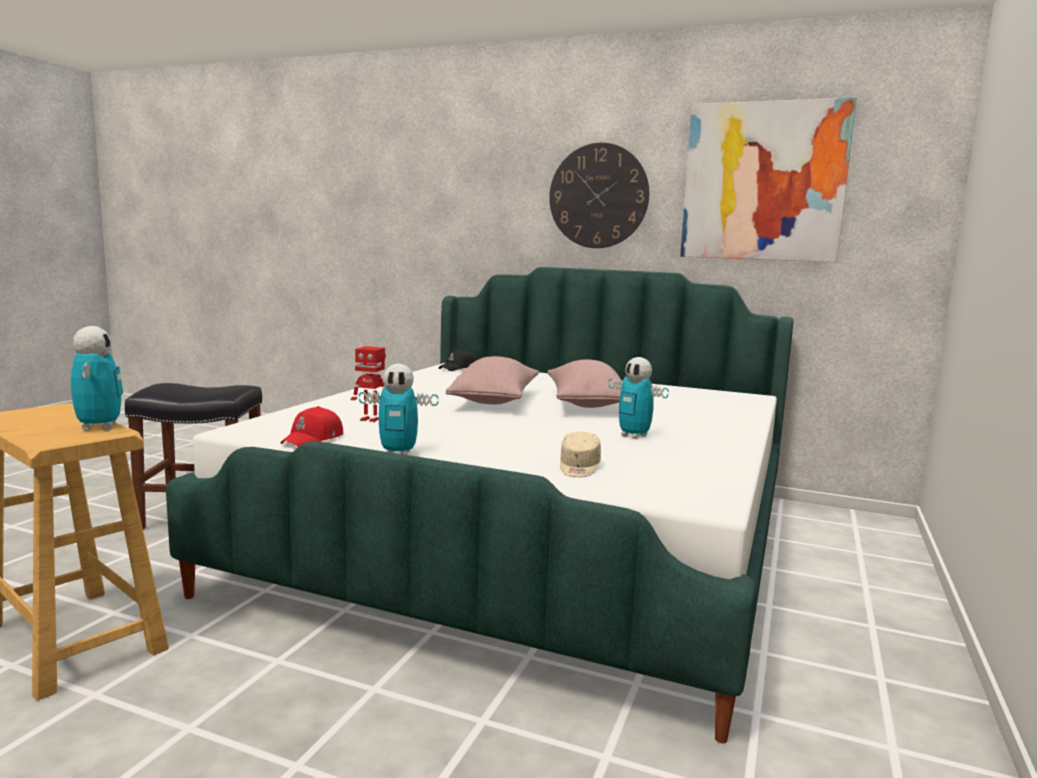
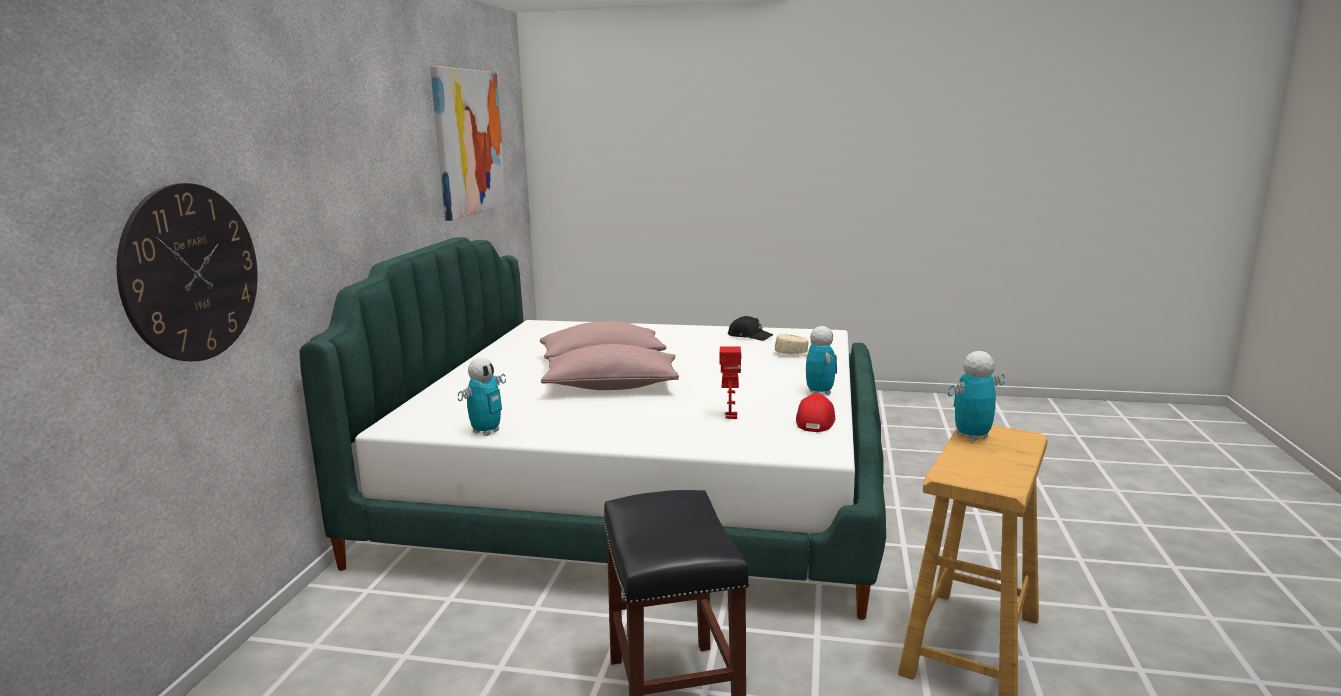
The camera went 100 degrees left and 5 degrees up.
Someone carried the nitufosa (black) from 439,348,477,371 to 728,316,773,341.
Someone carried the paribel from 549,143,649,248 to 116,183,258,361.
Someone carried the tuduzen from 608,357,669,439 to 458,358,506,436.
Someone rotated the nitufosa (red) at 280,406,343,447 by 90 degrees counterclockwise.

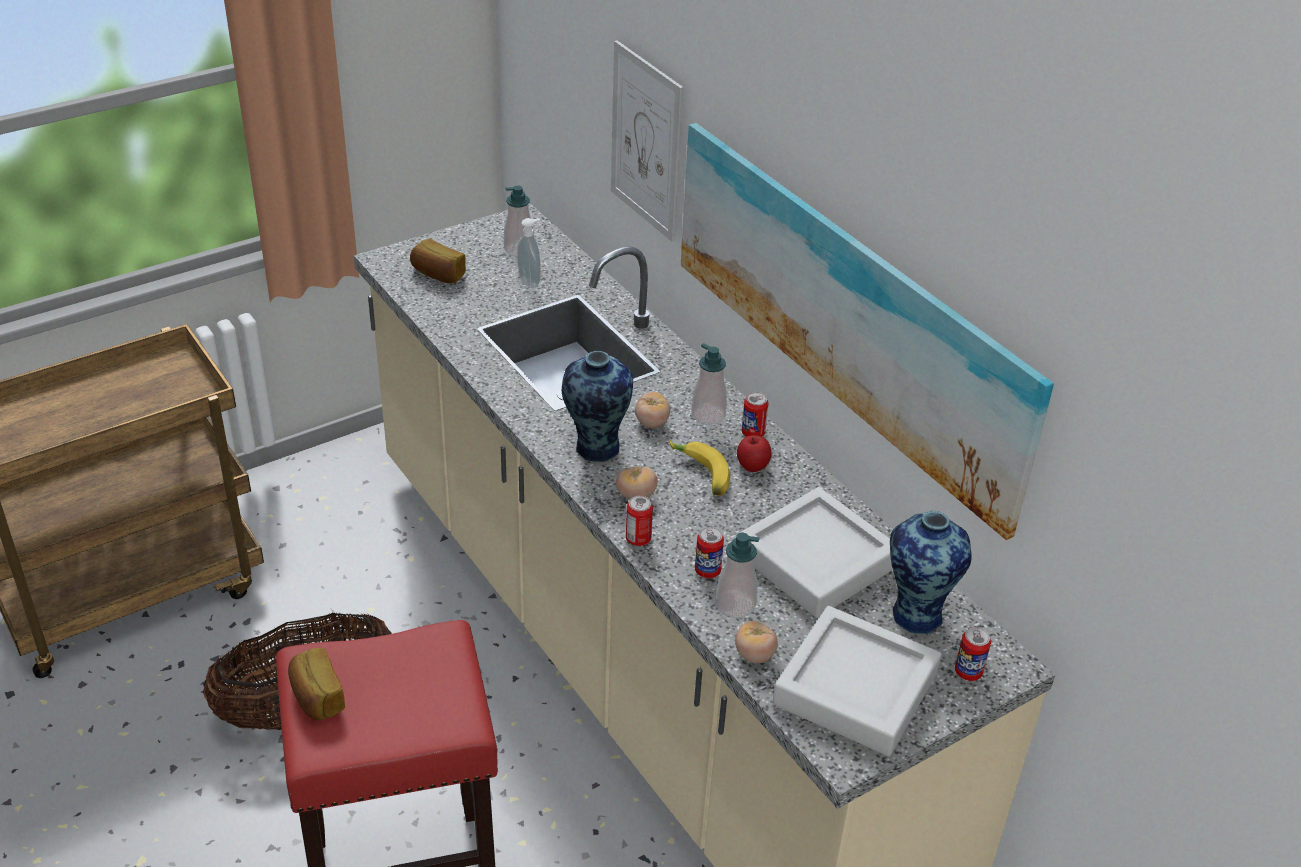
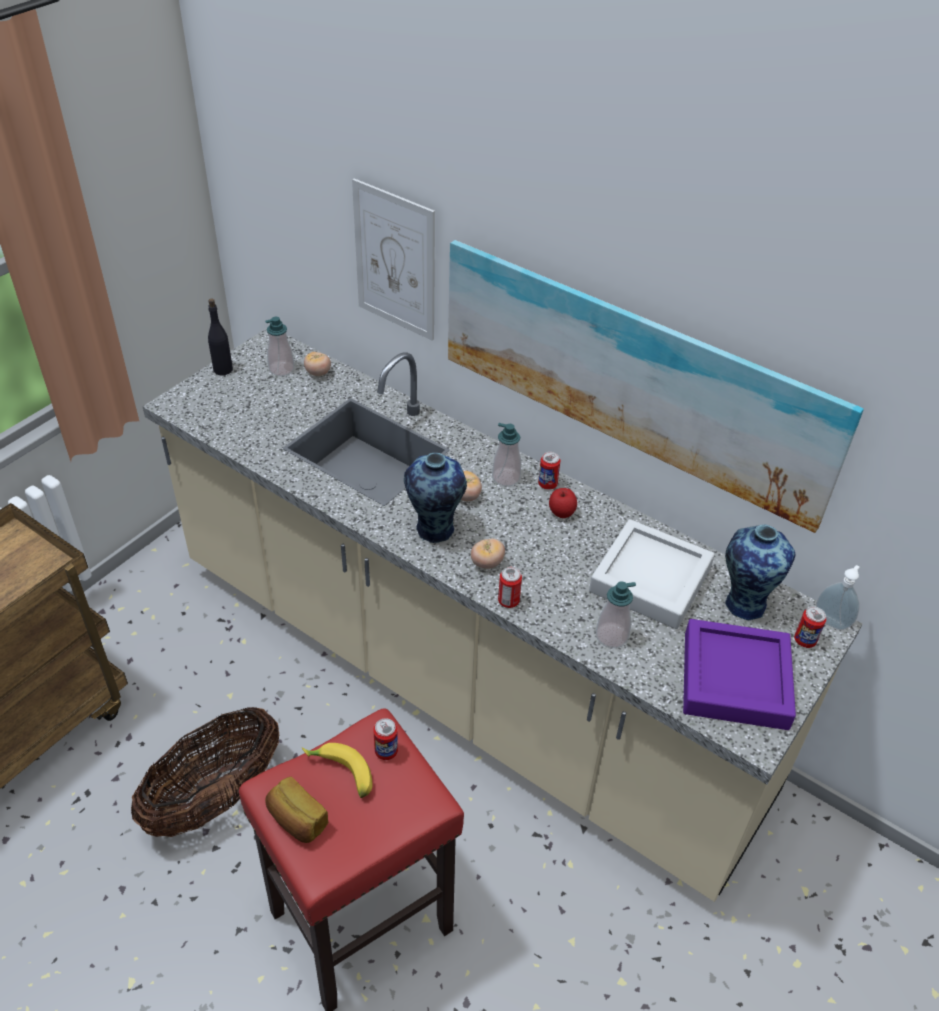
The camera went 20 degrees left and 5 degrees up.
Someone took away the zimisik at 410,239,466,284.
Someone put down the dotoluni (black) at 208,298,233,376.
Someone carried the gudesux from 517,218,541,288 to 816,565,860,630.
Someone carried the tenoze from 669,440,730,496 to 302,743,373,798.
Someone carried the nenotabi from 695,527,724,578 to 373,718,398,760.
Someone carried the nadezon from 735,621,778,663 to 304,352,331,376.
Someone repainted the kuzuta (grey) at 773,606,941,756, which became the kuzuta (purple) at 683,619,796,730.

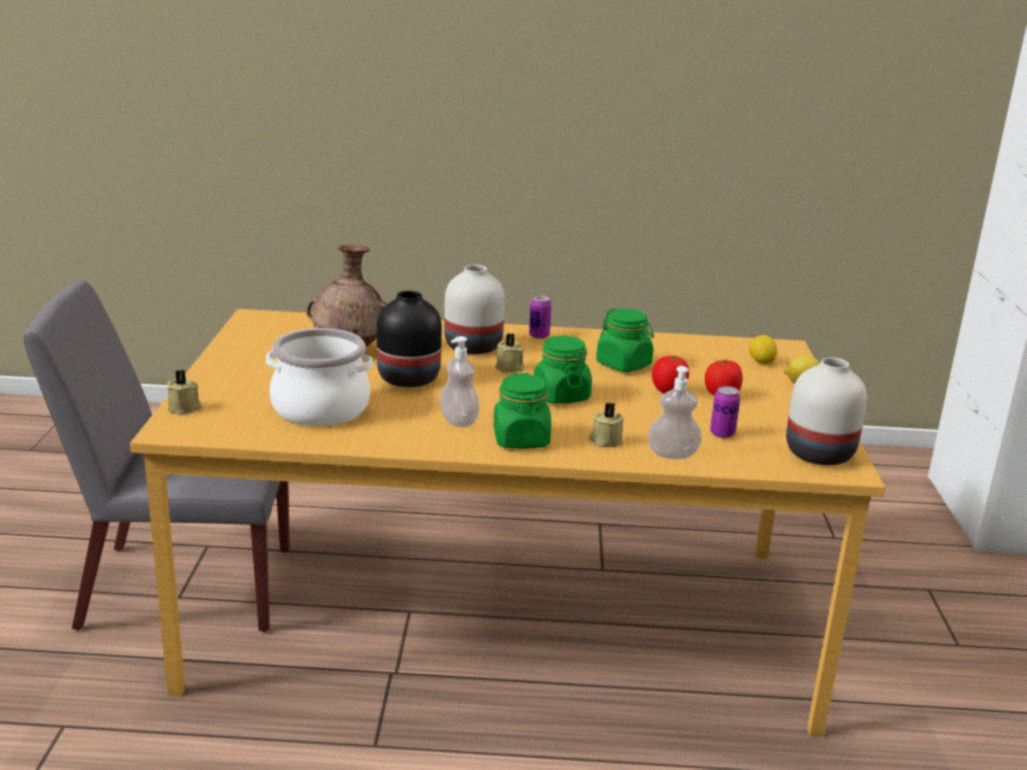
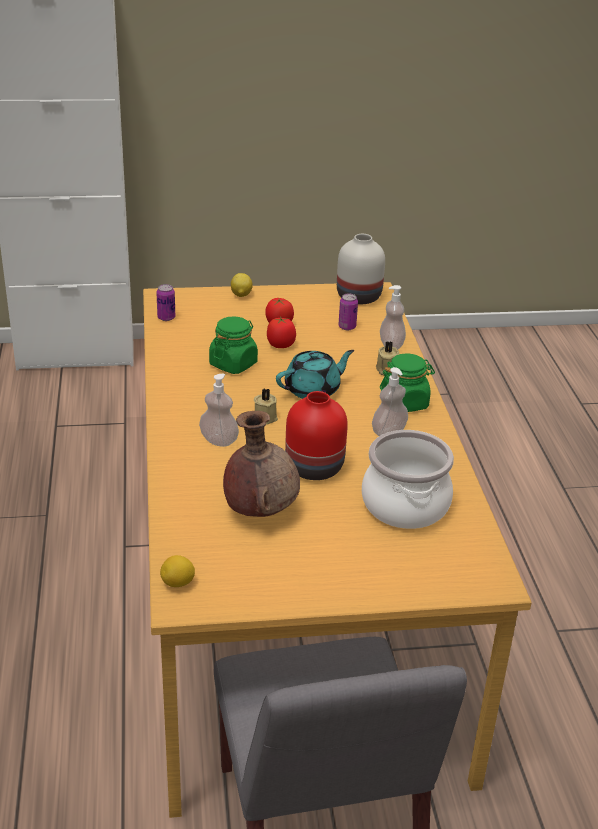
The camera went 100 degrees left and 10 degrees up.
Someone took away the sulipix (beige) at 167,370,202,415.
Someone carried the nenotabi from 529,296,552,339 to 156,284,175,321.
Someone carried the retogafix from 749,335,777,364 to 160,555,195,587.
Someone swapped the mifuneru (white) at 444,265,505,354 for the gudesux at 199,374,239,447.
Someone swapped the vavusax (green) at 534,336,592,404 for the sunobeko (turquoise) at 276,350,354,399.
Someone repainted the mifuneru (black) at 377,291,442,387, which became the mifuneru (red) at 285,391,348,480.

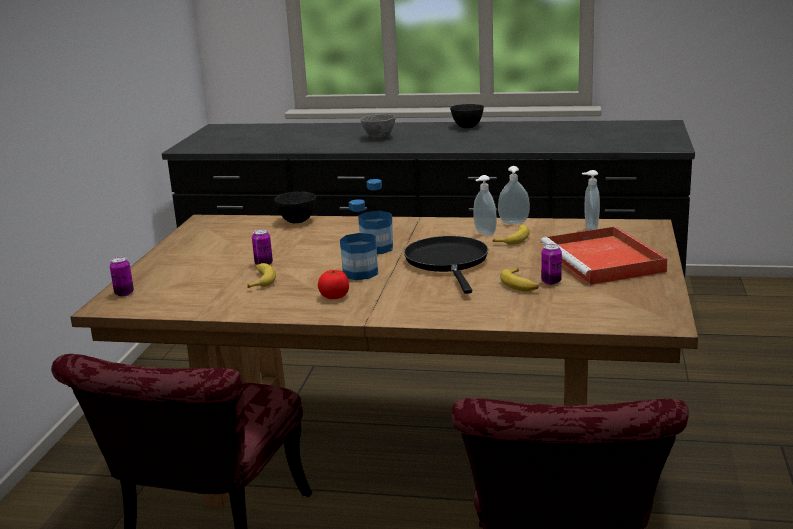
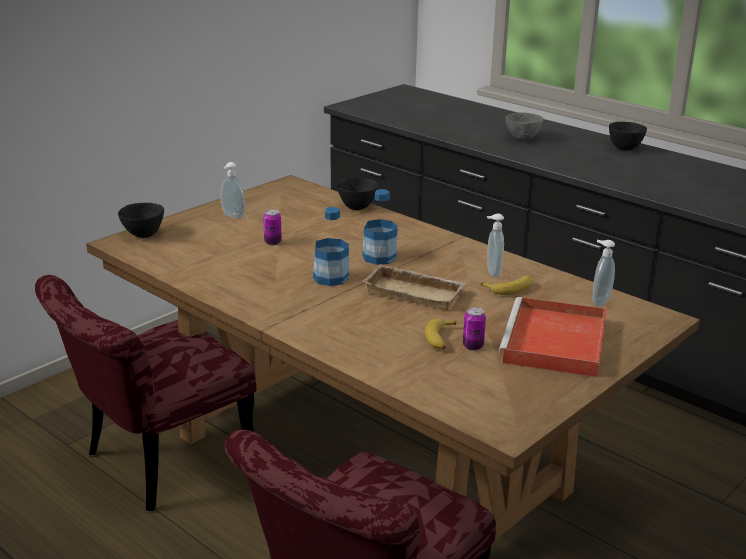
The camera went 30 degrees right and 5 degrees up.
Someone took away the tenoze at 247,263,276,288.
Someone took away the nadezon at 318,270,349,299.
Someone carried the gudesux from 498,166,530,224 to 221,162,245,219.
Someone swapped the nenotabi at 110,257,134,296 for the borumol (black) at 118,203,164,238.
Someone swapped the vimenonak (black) at 404,236,488,294 for the kuzuta (beige) at 363,264,466,310.

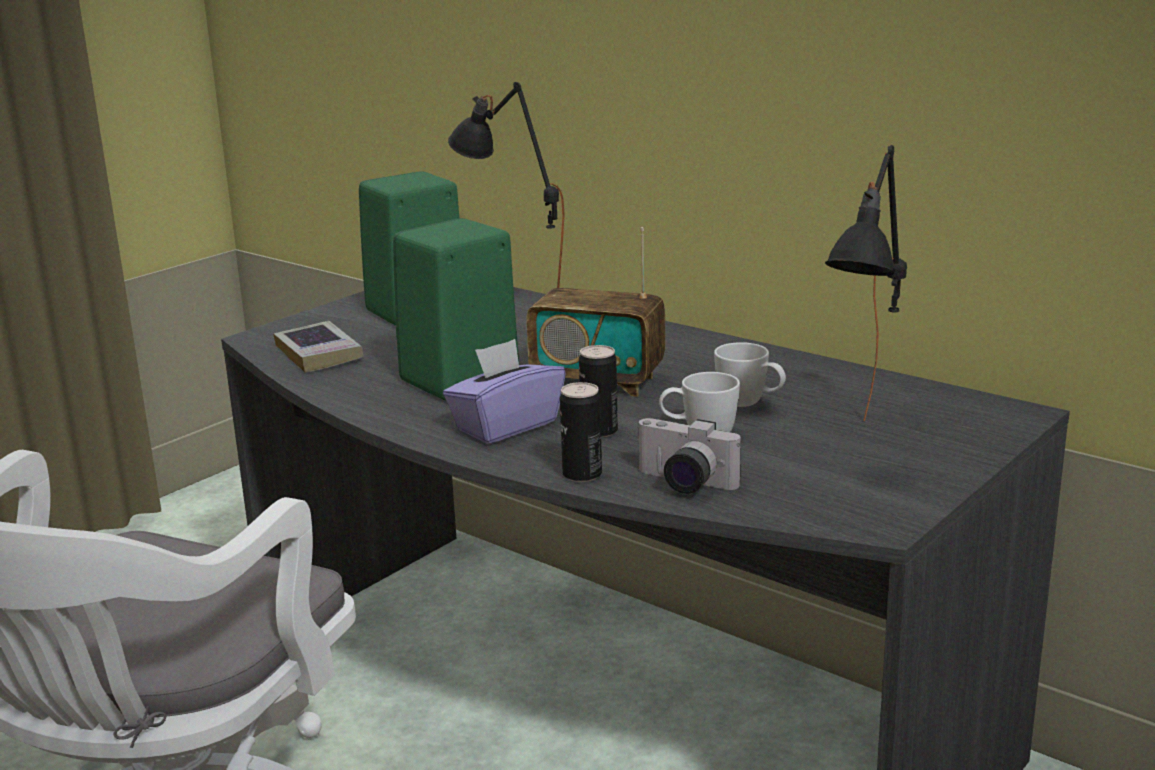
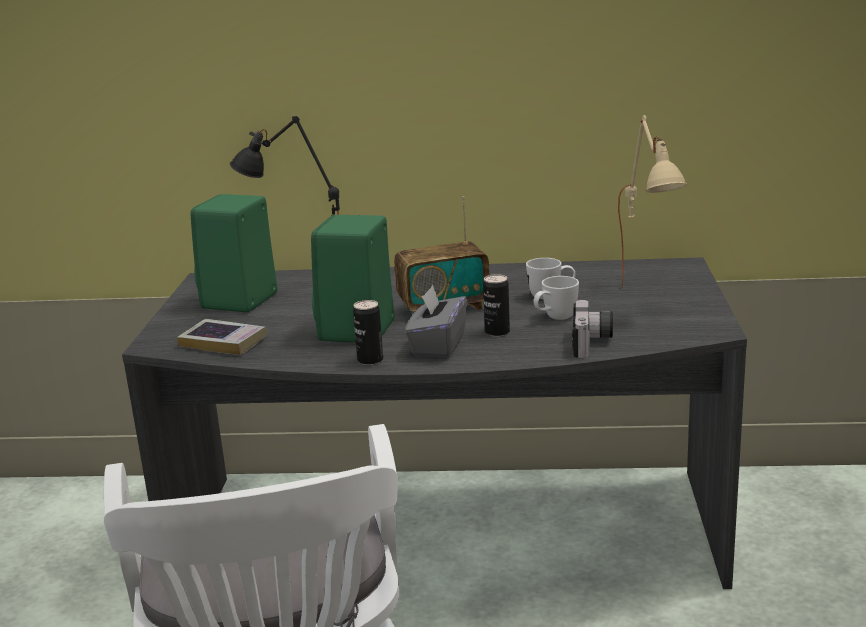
The camera went 35 degrees left and 0 degrees up.
Someone carried the nenotabi from 560,382,602,482 to 353,300,383,365.
Someone repainted the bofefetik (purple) at 443,339,566,444, which became the bofefetik (grey) at 405,285,467,358.
Someone repainted the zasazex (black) at 825,145,907,421, which became the zasazex (beige) at 618,115,687,288.
Someone rotated the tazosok at 636,418,741,494 by 75 degrees counterclockwise.

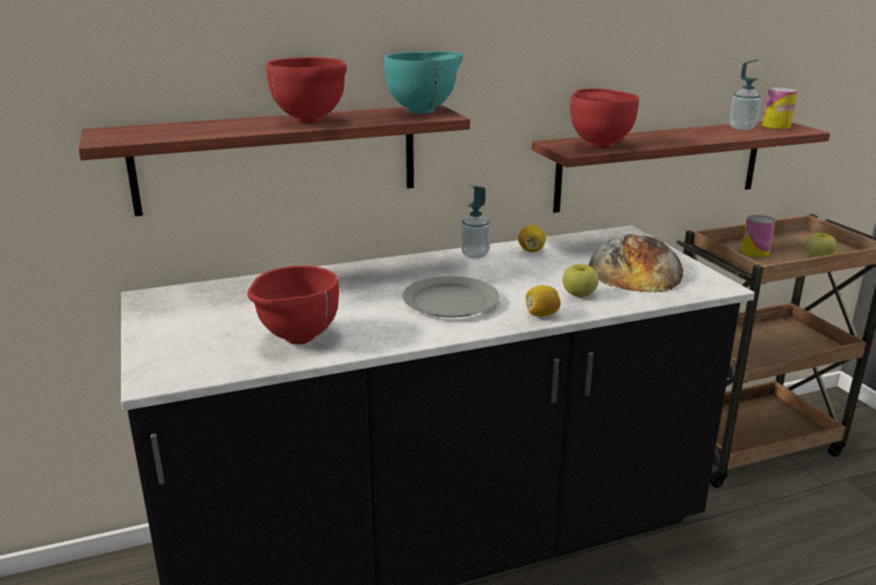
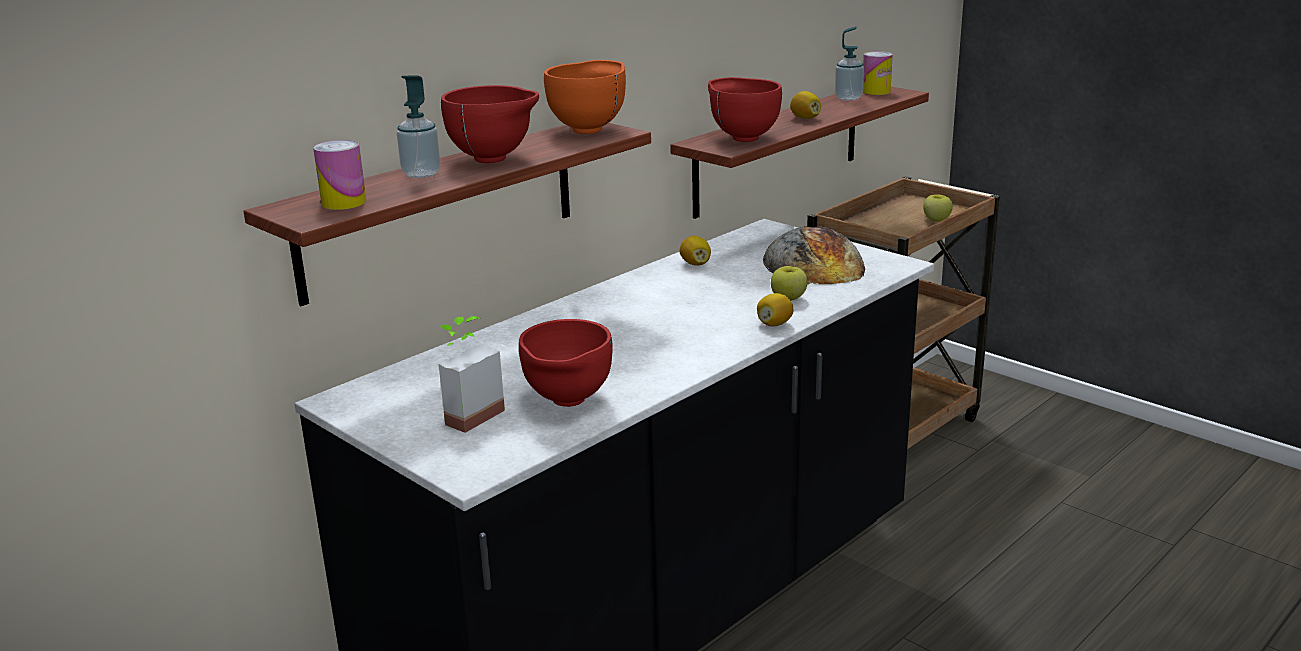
The camera went 25 degrees left and 0 degrees up.
Someone took away the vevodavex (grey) at 402,276,500,318.
Someone put down the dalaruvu at 439,316,505,433.
Someone put down the retogafix at 790,91,821,119.
Someone carried the gudesux from 461,185,490,259 to 397,76,440,178.
Someone carried the nenotabi from 741,215,775,257 to 313,140,366,210.
Someone repainted the borumol (turquoise) at 384,51,463,114, which became the borumol (orange) at 544,60,626,134.

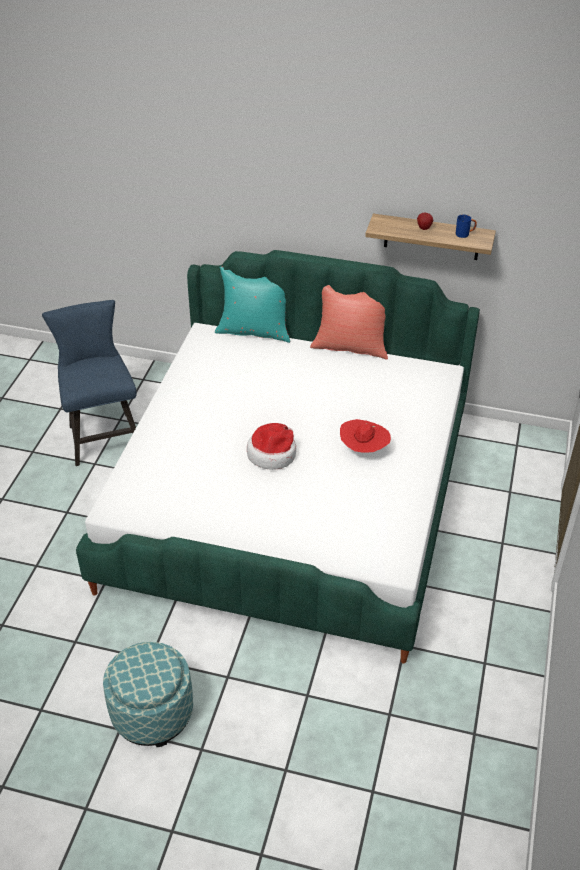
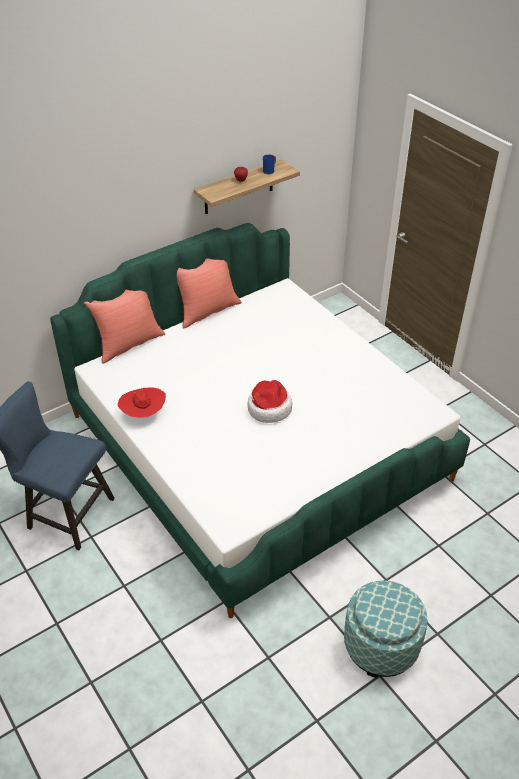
The camera went 50 degrees left and 0 degrees up.
Someone carried the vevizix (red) from 340,419,391,453 to 118,387,166,418.
Someone repainted the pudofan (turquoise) at 215,266,290,343, which became the pudofan (red) at 84,290,165,364.

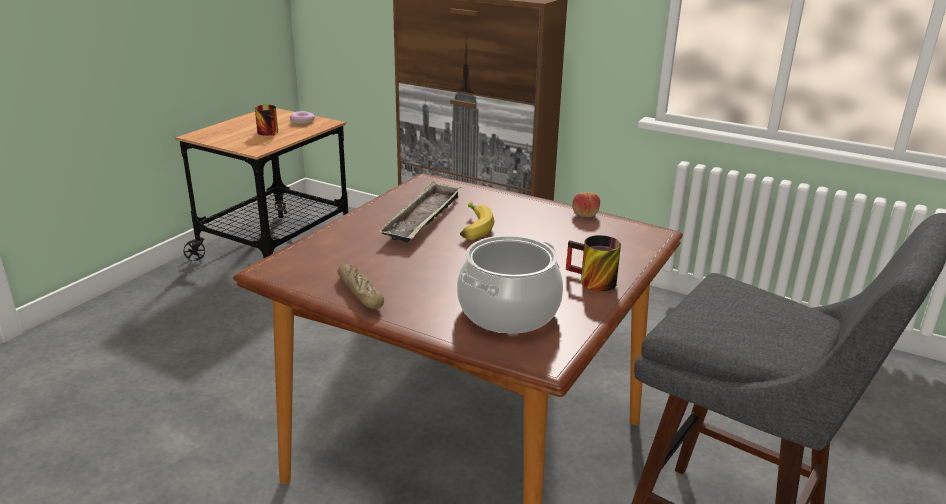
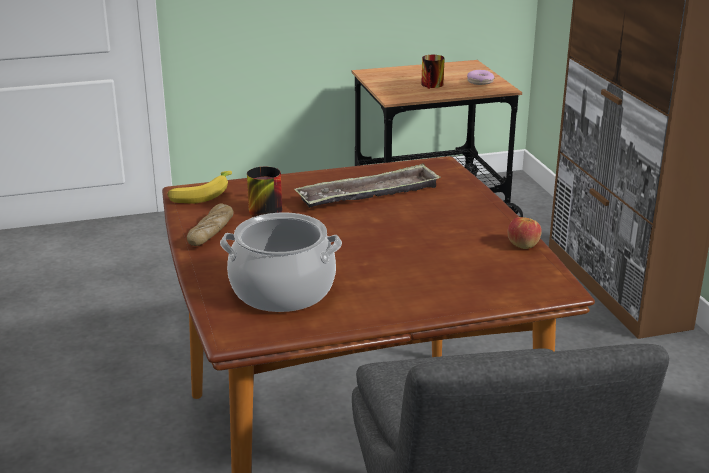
The camera went 45 degrees right and 0 degrees up.
Someone carried the tenoze from 460,201,495,240 to 168,171,232,203.
Someone carried the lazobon from 566,235,621,291 to 247,167,282,217.

